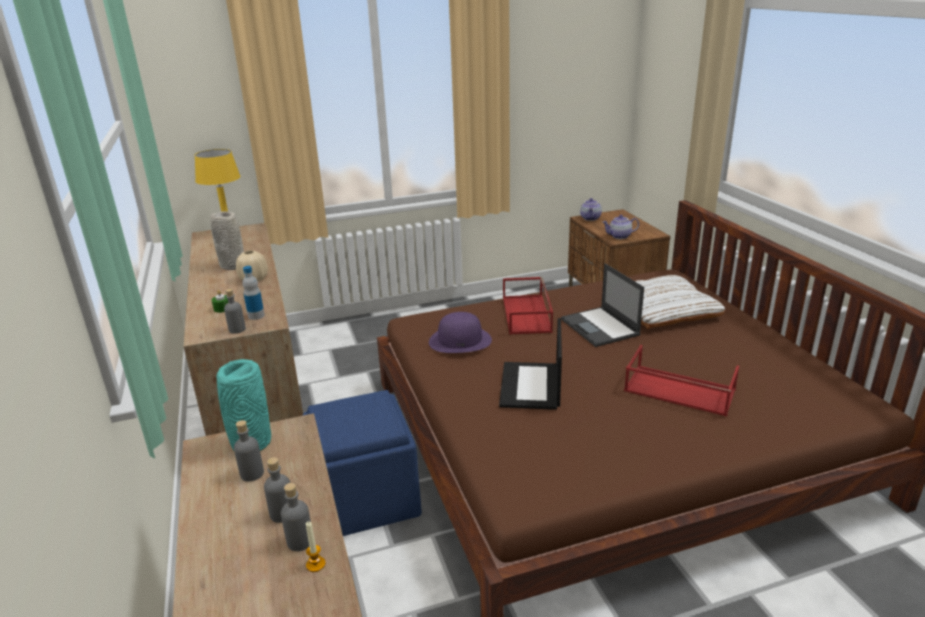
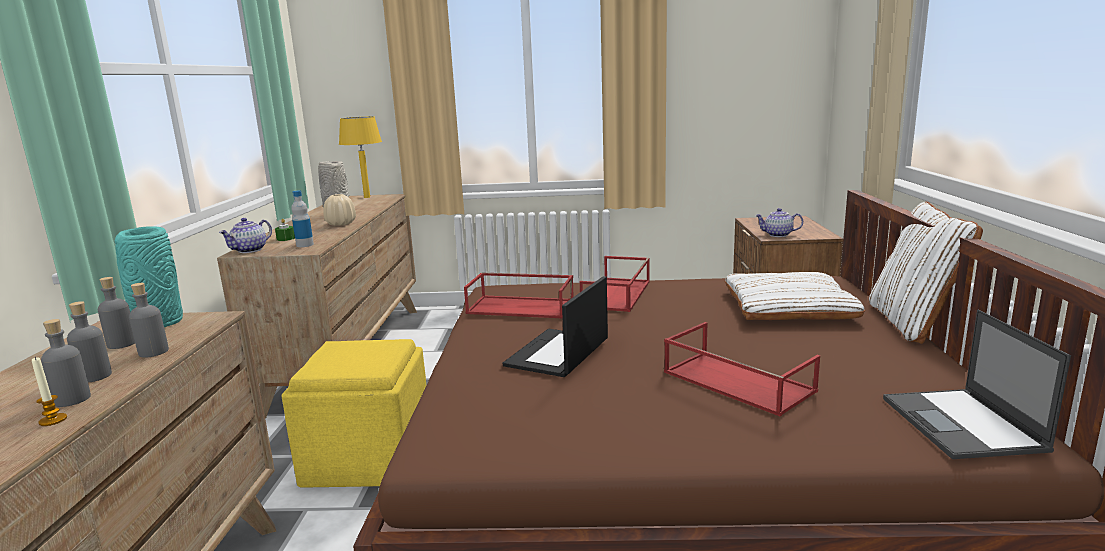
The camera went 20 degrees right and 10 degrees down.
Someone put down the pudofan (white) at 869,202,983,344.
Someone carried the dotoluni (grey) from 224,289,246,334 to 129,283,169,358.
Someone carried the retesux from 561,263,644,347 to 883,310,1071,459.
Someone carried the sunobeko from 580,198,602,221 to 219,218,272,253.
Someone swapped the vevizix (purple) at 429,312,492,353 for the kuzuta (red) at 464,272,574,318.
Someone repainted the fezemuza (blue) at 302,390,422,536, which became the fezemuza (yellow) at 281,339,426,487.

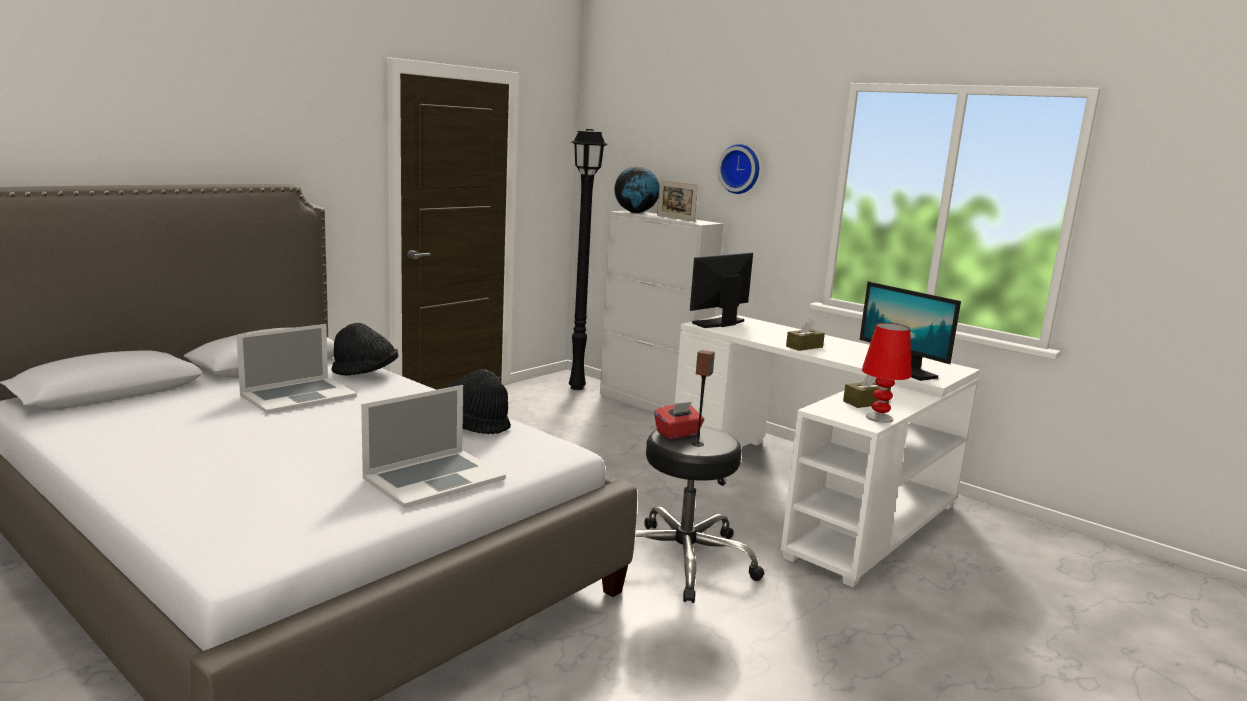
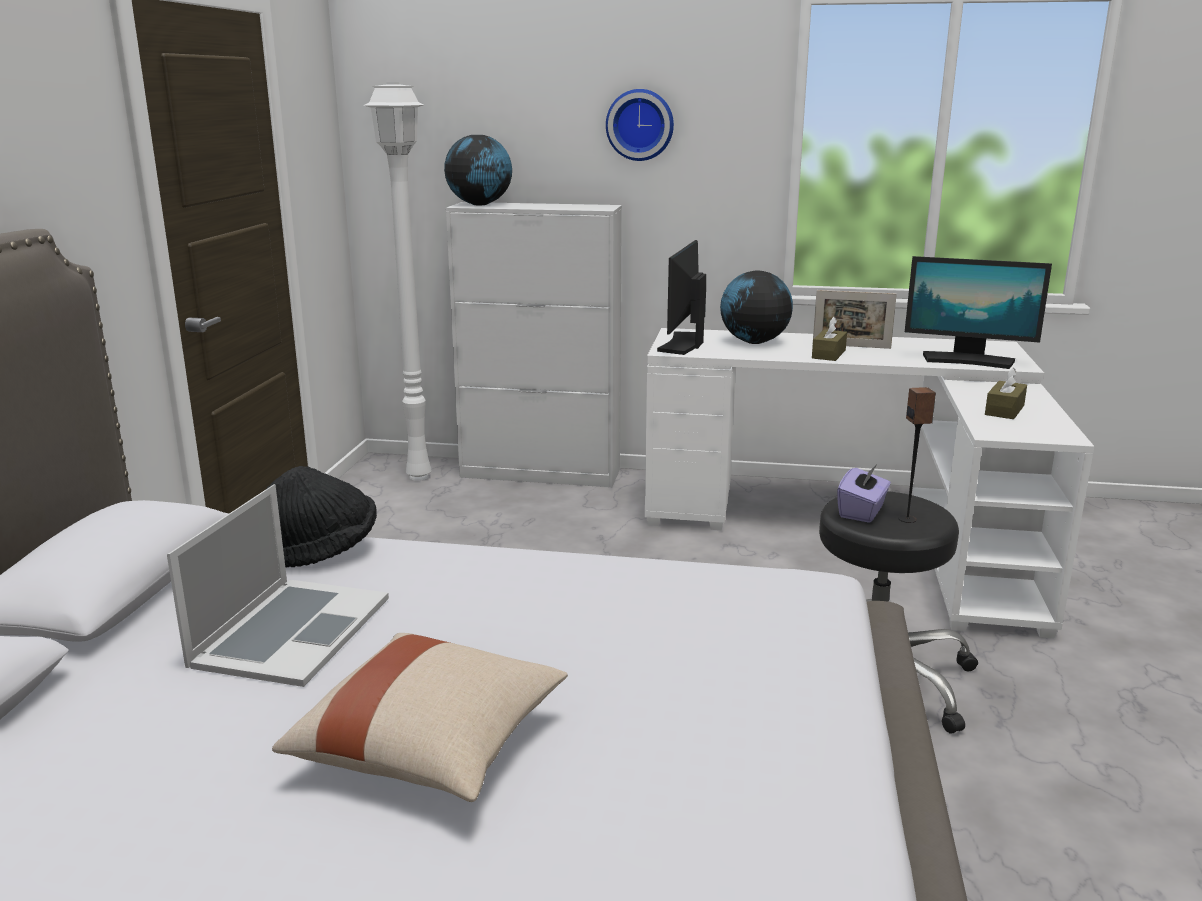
The camera went 30 degrees left and 5 degrees up.
Someone took away the retesux at 361,385,506,508.
Someone took away the vevizix (black) at 446,369,511,434.
Someone took away the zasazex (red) at 862,323,911,423.
Someone put down the pudofan (beige) at 272,633,568,802.
Someone put down the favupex at 720,271,793,344.
Someone carried the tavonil from 657,180,698,222 to 813,290,897,349.
Someone repainted the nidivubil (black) at 569,129,608,390, which became the nidivubil (white) at 364,82,432,481.
Someone repainted the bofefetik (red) at 654,402,704,439, which became the bofefetik (purple) at 837,463,891,523.

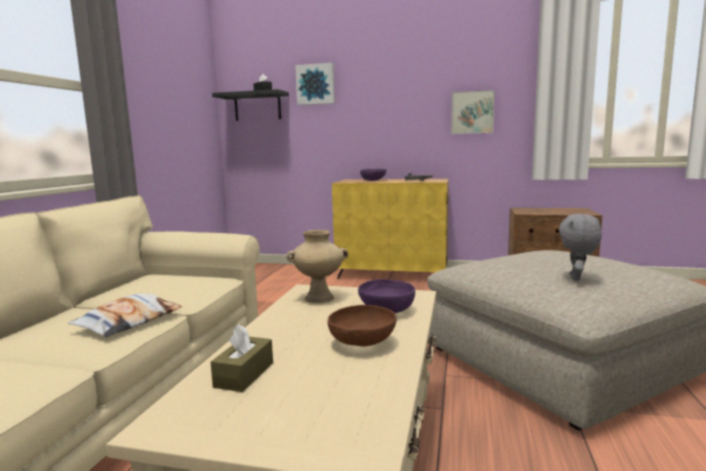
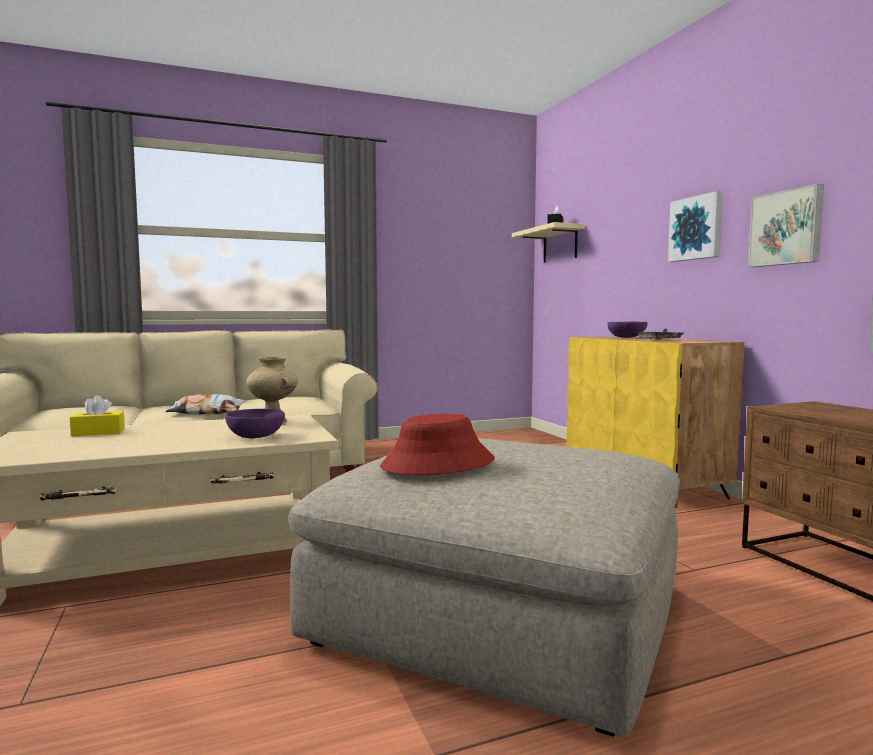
The camera went 55 degrees right and 5 degrees down.
Someone took away the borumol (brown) at 328,305,396,347.
Someone carried the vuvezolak from 295,63,335,105 to 668,191,723,262.
Someone swapped the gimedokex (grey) at 559,214,602,281 for the vevizix (red) at 380,413,495,475.
Someone repainted the bofefetik (brown) at 211,324,273,392, which became the bofefetik (yellow) at 70,395,125,436.
Someone repainted the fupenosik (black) at 212,89,289,121, which became the fupenosik (beige) at 512,222,585,263.

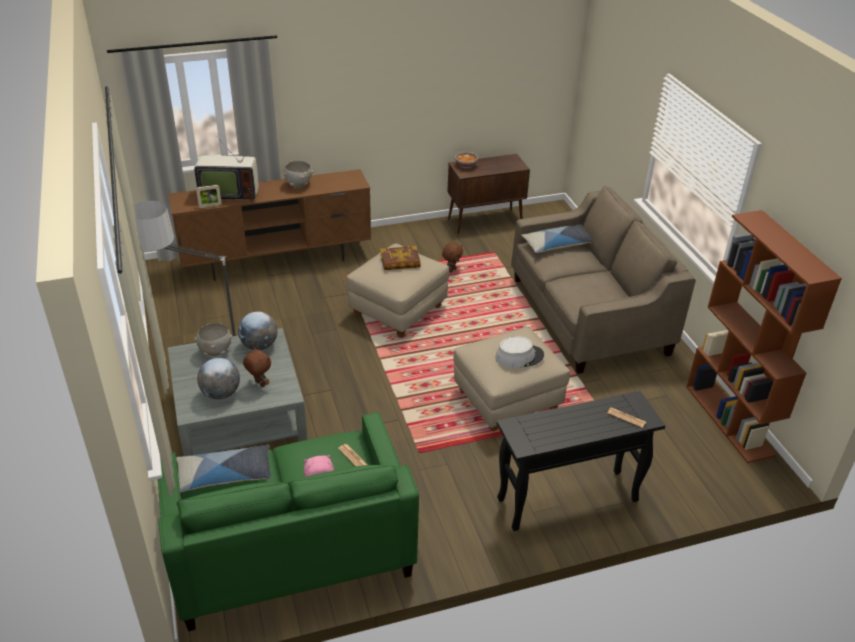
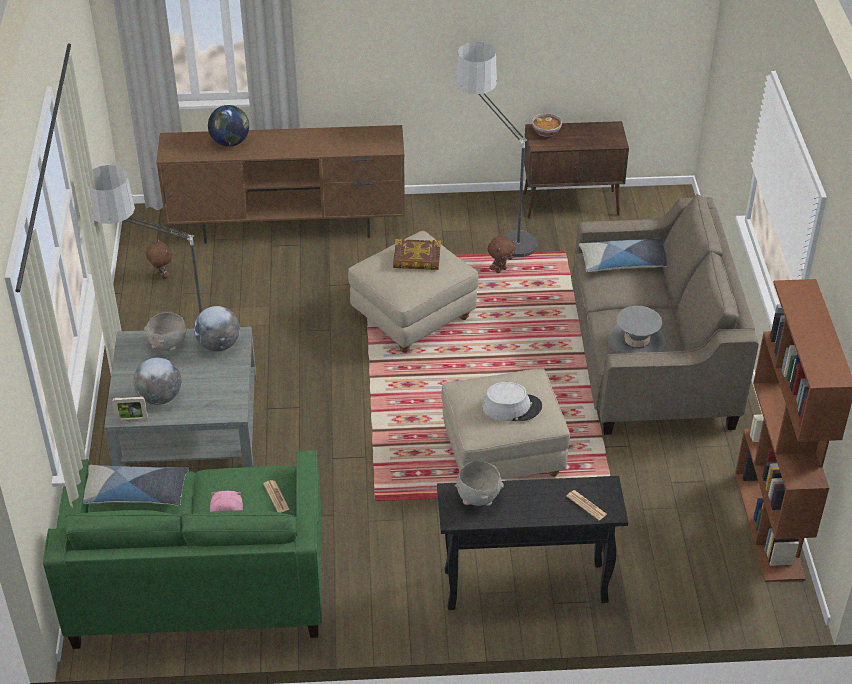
The camera went 15 degrees right and 5 degrees up.
Someone put down the nidivubil at 455,42,537,257.
Someone put down the vevizix (grey) at 608,306,666,354.
Someone carried the tavonil from 196,185,222,208 to 112,396,148,423.
Someone carried the gimedokex (brown) from 243,347,271,387 to 145,239,172,279.
Someone carried the borumol (grey) from 284,161,314,188 to 455,461,504,506.
Someone swapped the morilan at 194,137,259,201 for the favupex at 208,105,249,147.

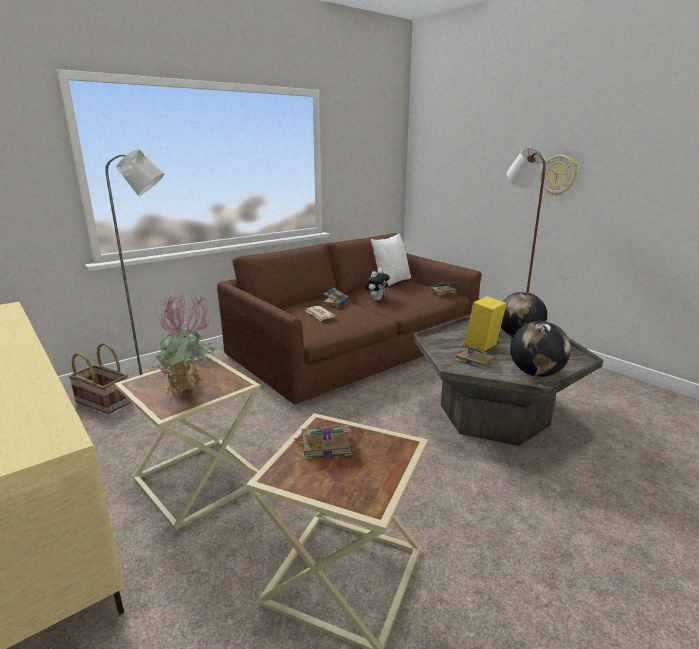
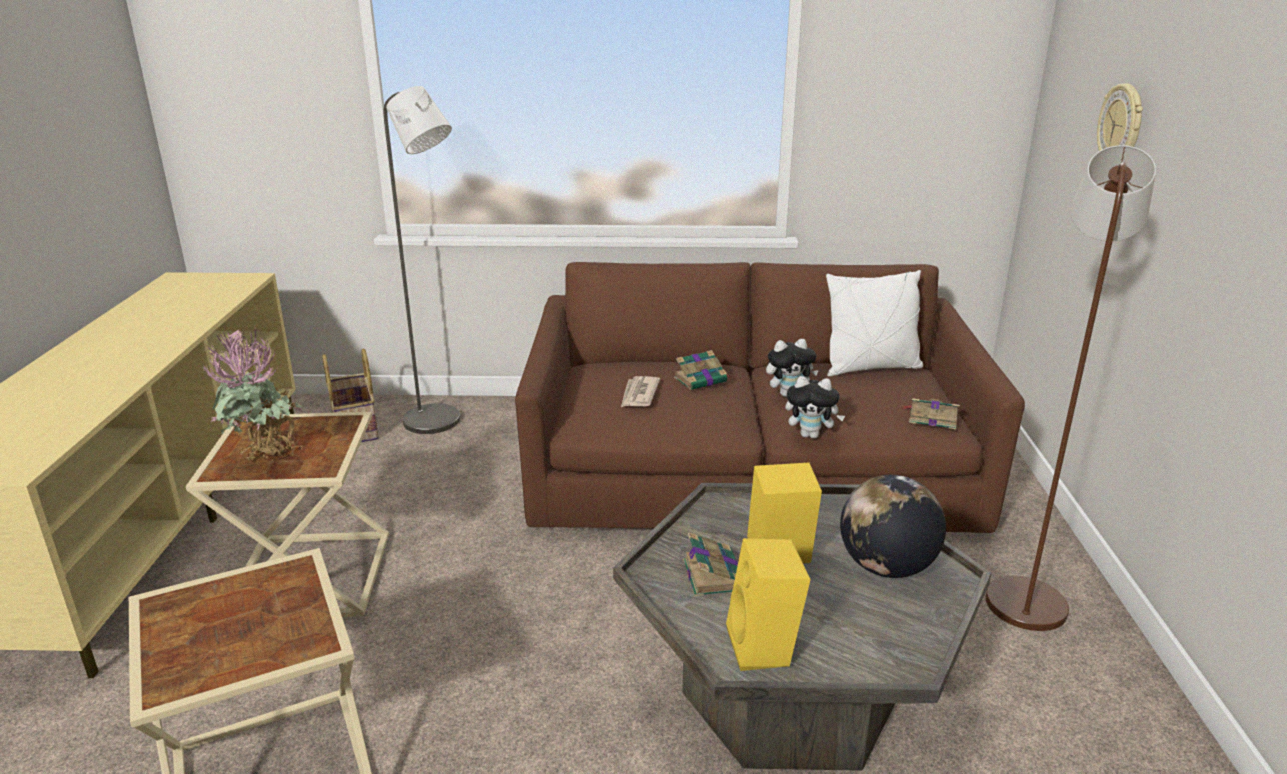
The camera went 40 degrees right and 5 degrees up.
Someone took away the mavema at 294,425,352,459.
Someone put down the gimedokex at 785,376,845,438.
Someone carried the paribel from 540,155,578,196 to 1097,83,1143,151.
Someone swapped the favupex at 510,321,571,377 for the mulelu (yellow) at 726,538,811,671.

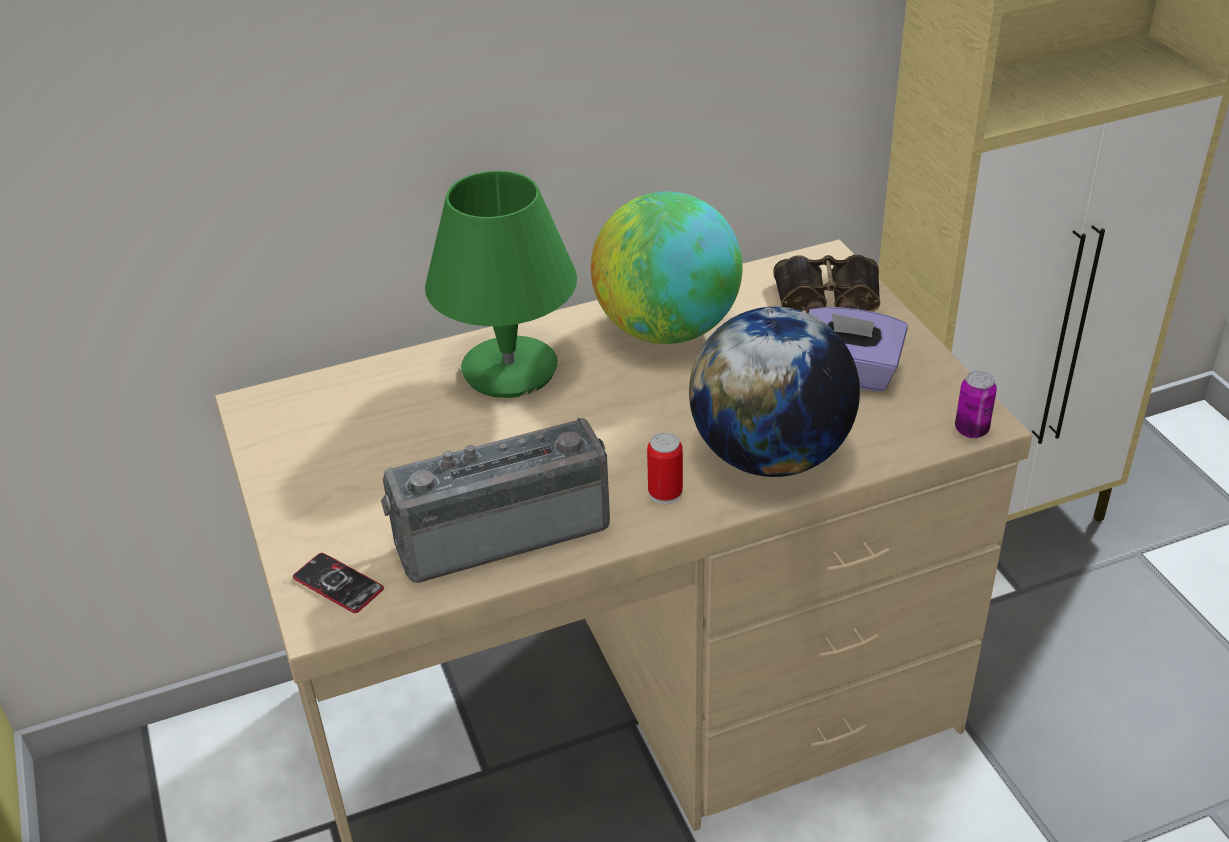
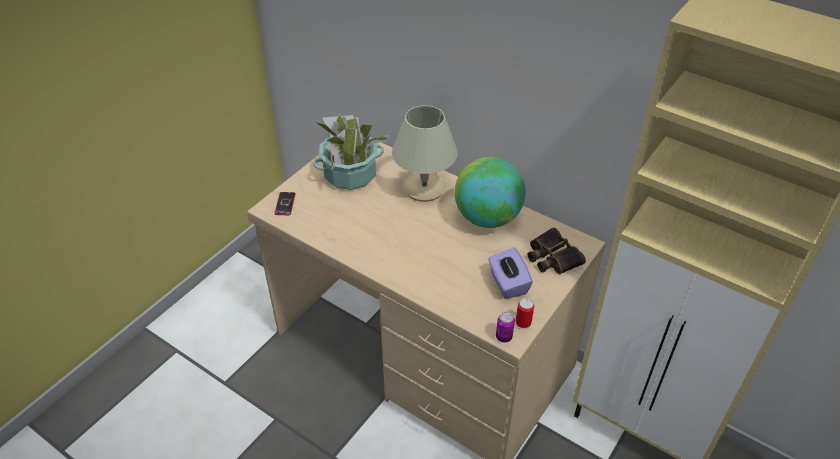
The camera went 55 degrees right and 5 degrees up.
Someone took away the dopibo at 381,418,610,583.
Someone took away the favupex at 689,307,860,477.
Someone put down the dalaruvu at 314,113,389,190.
Someone carried the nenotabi from 647,433,683,504 to 516,298,534,329.
Someone repainted the zasazex (green) at 425,171,577,398, which became the zasazex (beige) at 392,105,458,202.

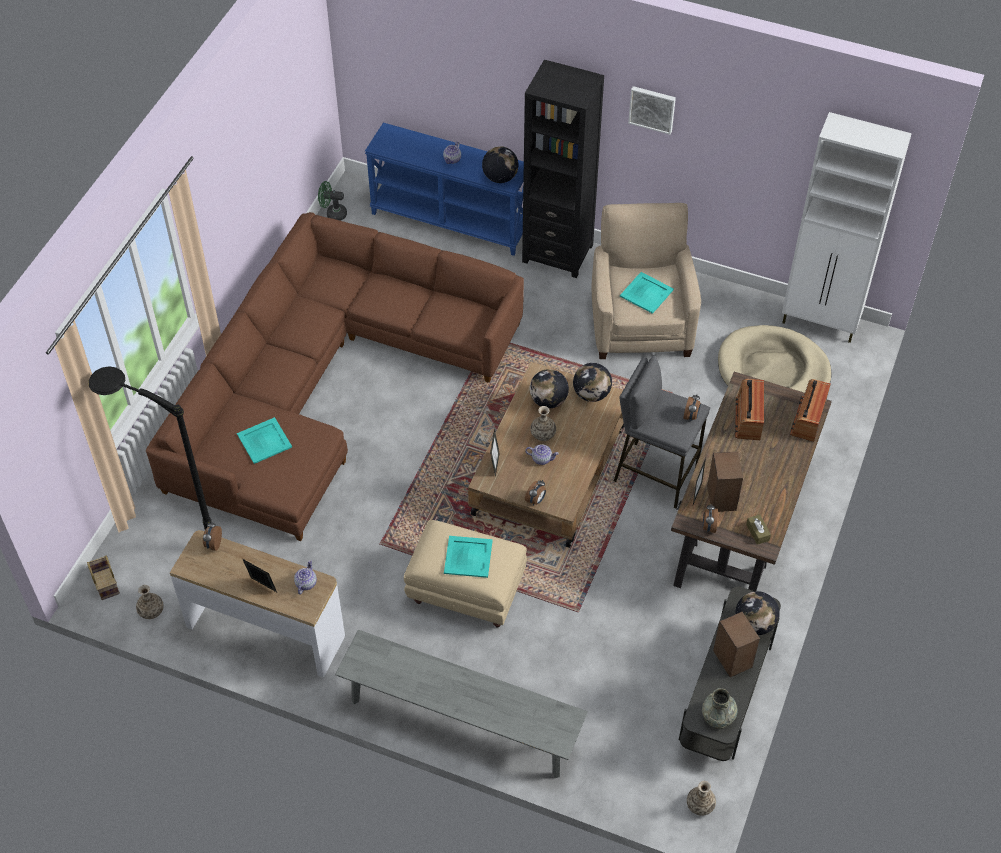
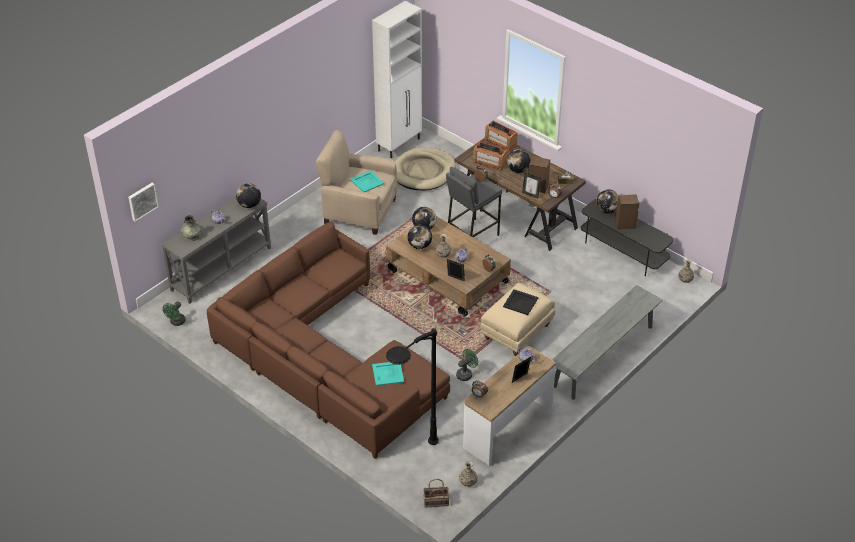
The camera went 70 degrees left and 10 degrees down.
Someone took away the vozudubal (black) at 522,60,604,278.
Someone put down the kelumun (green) at 456,349,478,381.
Someone put down the favupex at 507,149,531,173.
Someone carried the vuvezolak from 628,86,676,135 to 128,183,159,222.
Someone carried the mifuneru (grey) from 702,688,738,729 to 181,215,202,241.
Someone repainted the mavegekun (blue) at 365,123,524,256, which became the mavegekun (grey) at 161,196,271,304.
Someone repainted the kuzuta (turquoise) at 444,536,493,578, which became the kuzuta (black) at 503,289,538,315.

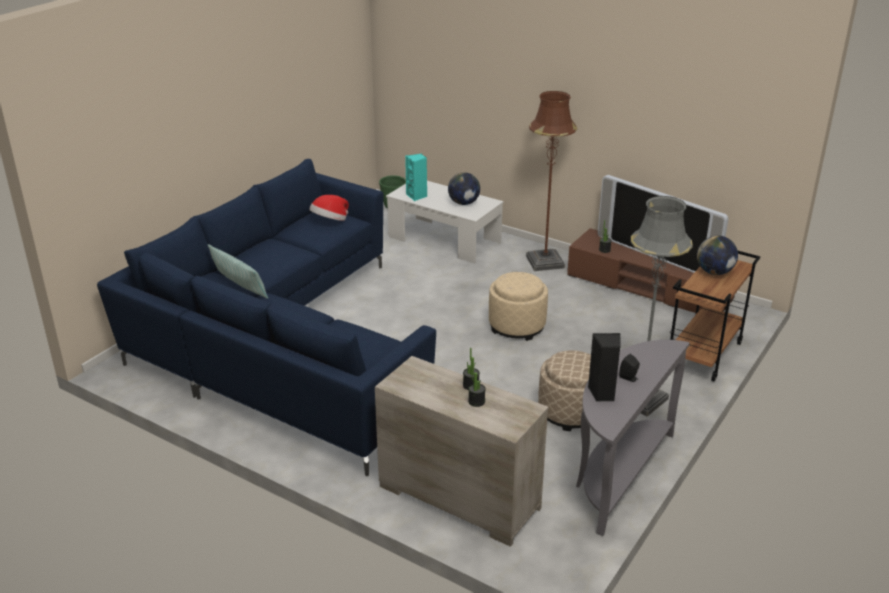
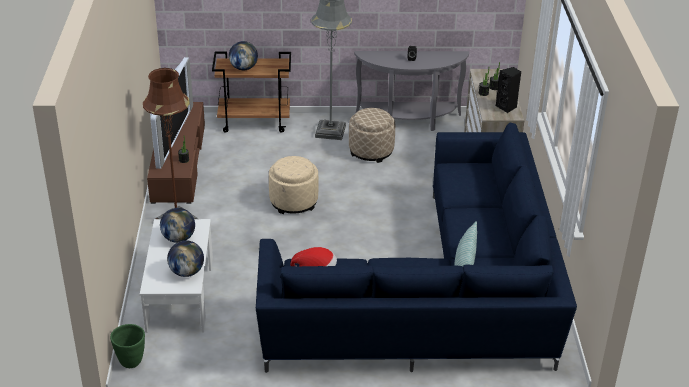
The camera went 125 degrees left and 5 degrees up.
Someone carried the mulelu (black) from 588,332,620,402 to 496,67,521,113.
Someone swapped the mulelu (turquoise) at 405,154,427,201 for the favupex at 167,240,204,277.

